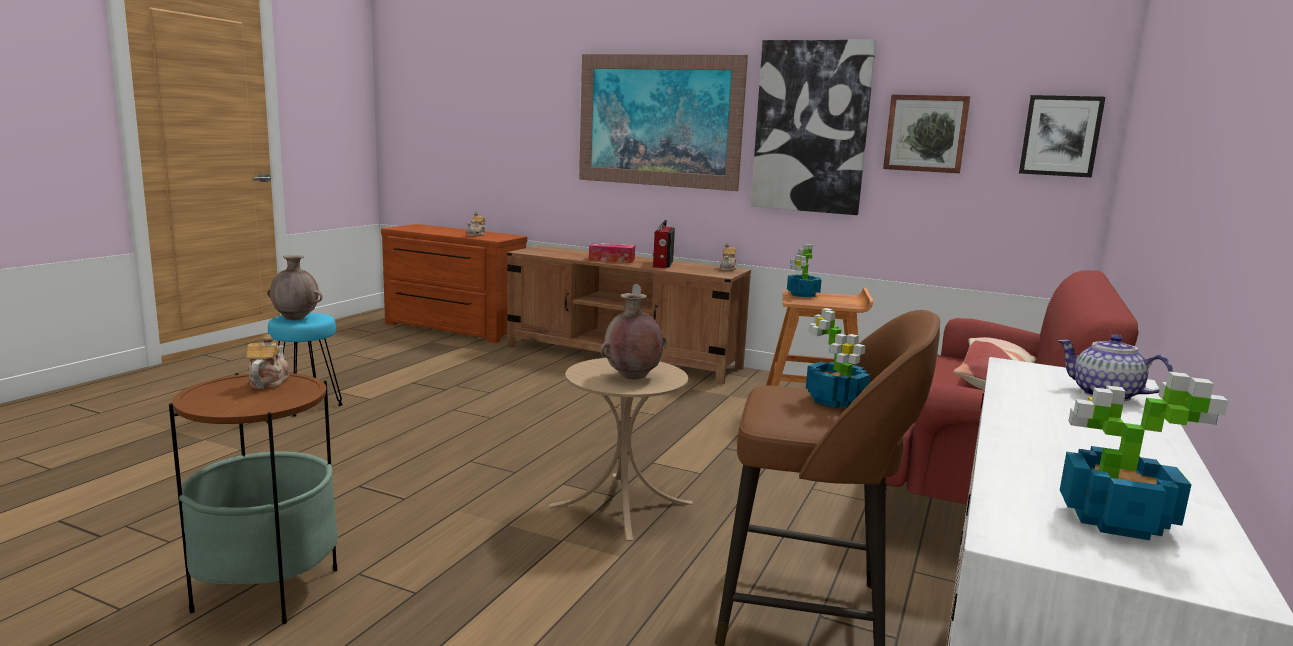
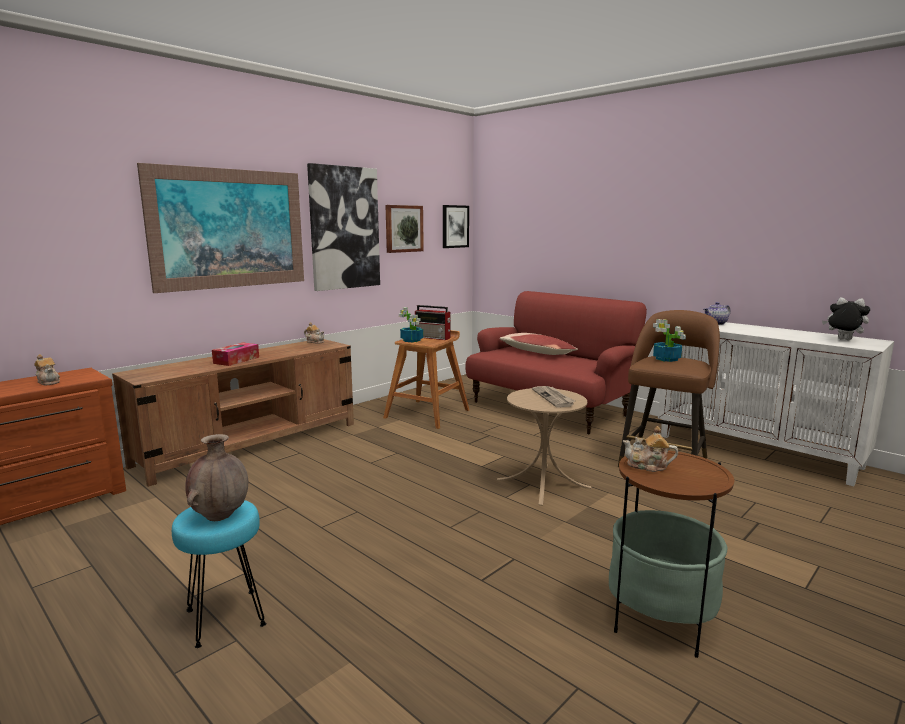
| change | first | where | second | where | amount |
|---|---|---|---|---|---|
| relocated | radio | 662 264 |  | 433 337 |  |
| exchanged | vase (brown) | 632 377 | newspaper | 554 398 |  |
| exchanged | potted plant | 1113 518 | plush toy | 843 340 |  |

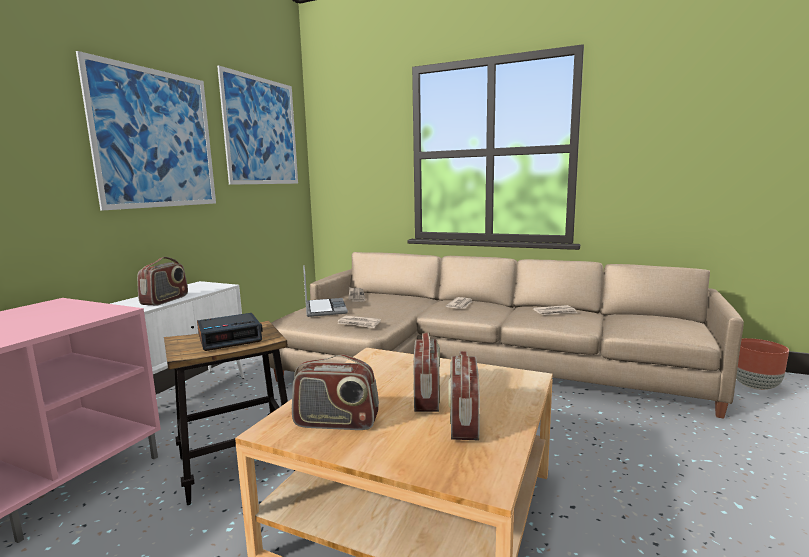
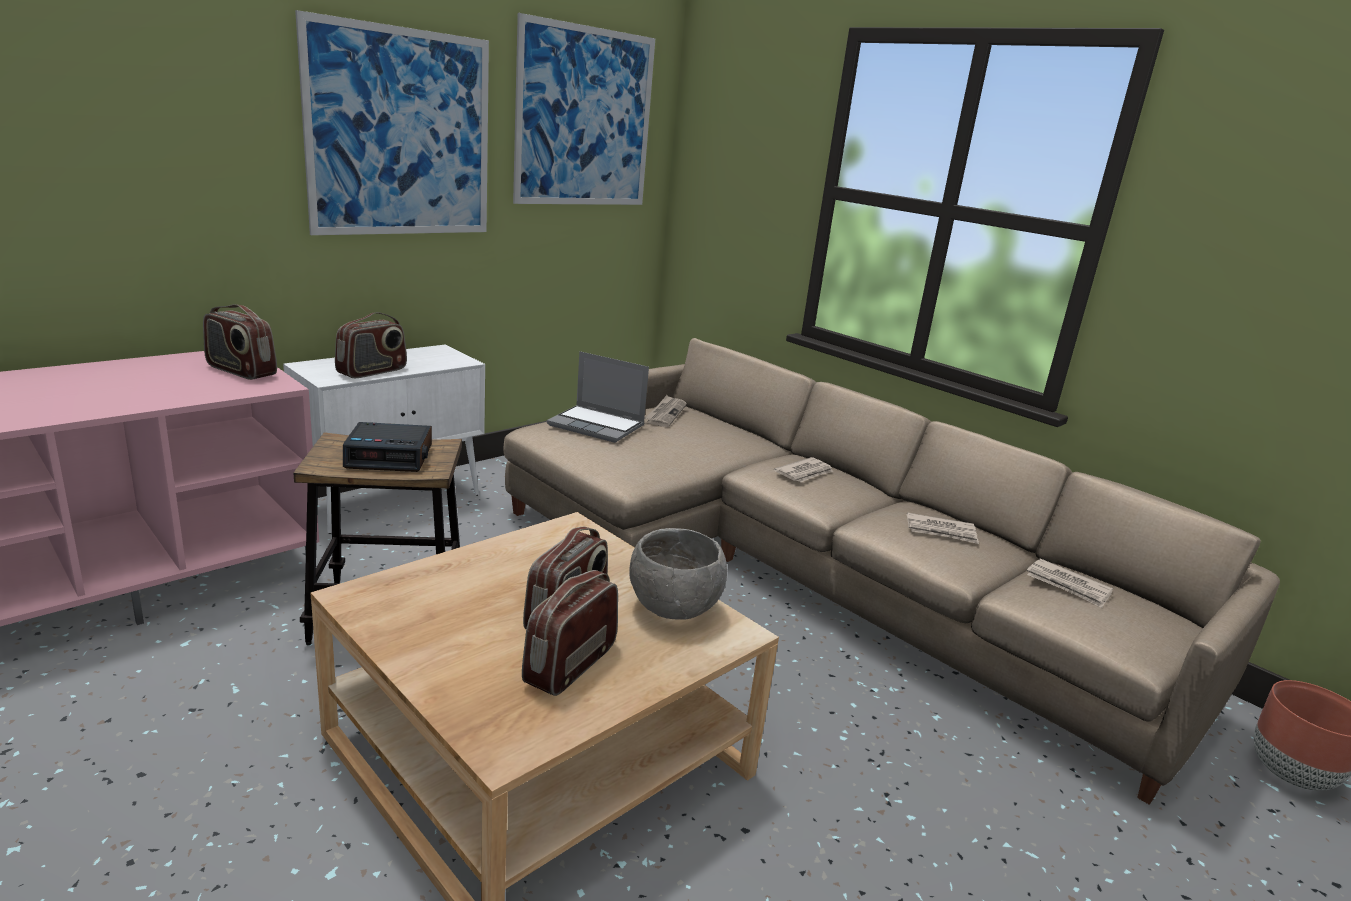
| change | first | where | second | where | amount |
|---|---|---|---|---|---|
| spun | laptop | 324 308 |  | 598 426 | 105 degrees clockwise |
| relocated | newspaper | 359 323 |  | 1068 586 |  |
| relocated | radio | 336 422 |  | 241 371 |  |
| appeared |  |  | bowl (grey) | 672 608 |  |

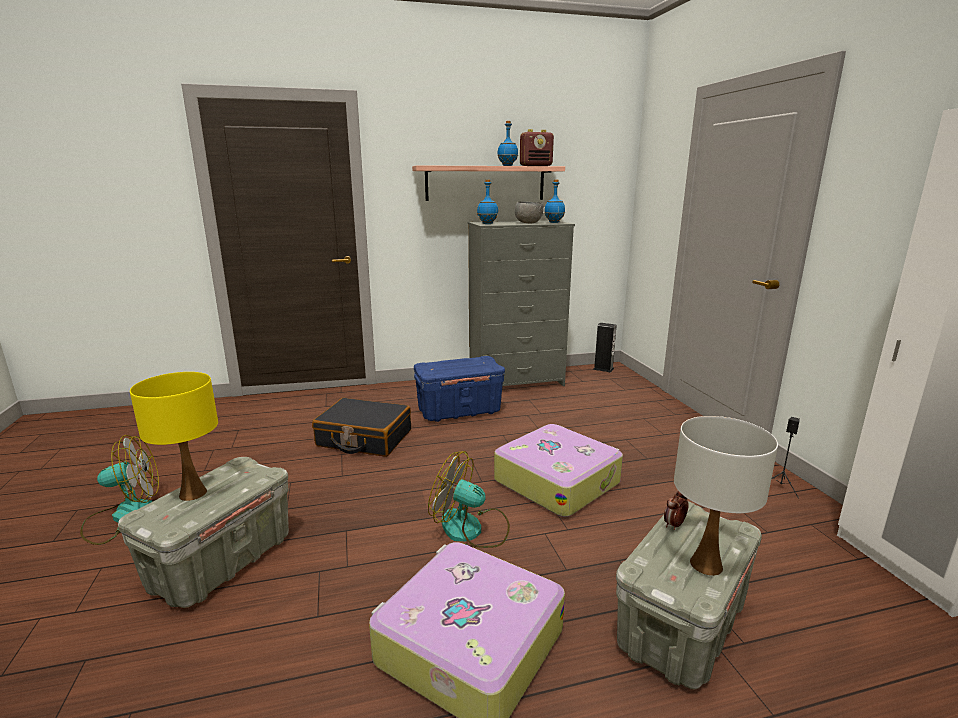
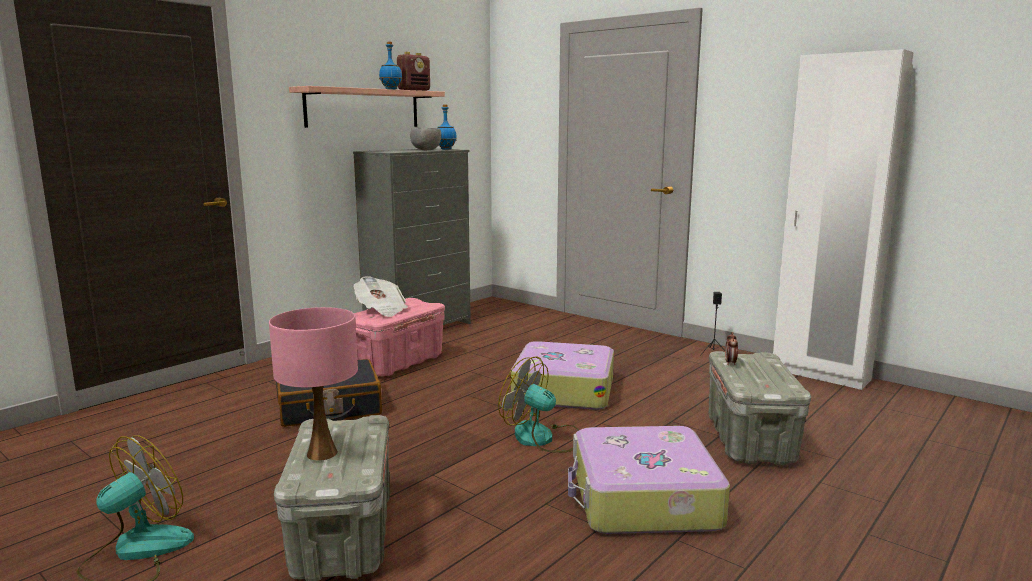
| change | first | where | second | where | amount |
|---|---|---|---|---|---|
| missing | bottle (blue) | 487 224 |  |  |  |
| missing | speaker | 603 369 |  |  |  |
| colour | storage box (blue) | 459 411 | storage box (pink) | 397 363 |  |
| colour | table lamp (yellow) | 192 493 | table lamp (pink) | 321 453 |  |
| missing | table lamp (white) | 705 564 |  |  |  |
| spun | fan | 471 529 |  | 542 438 | 45 degrees clockwise |
| appeared |  |  | newspaper | 381 310 |  |

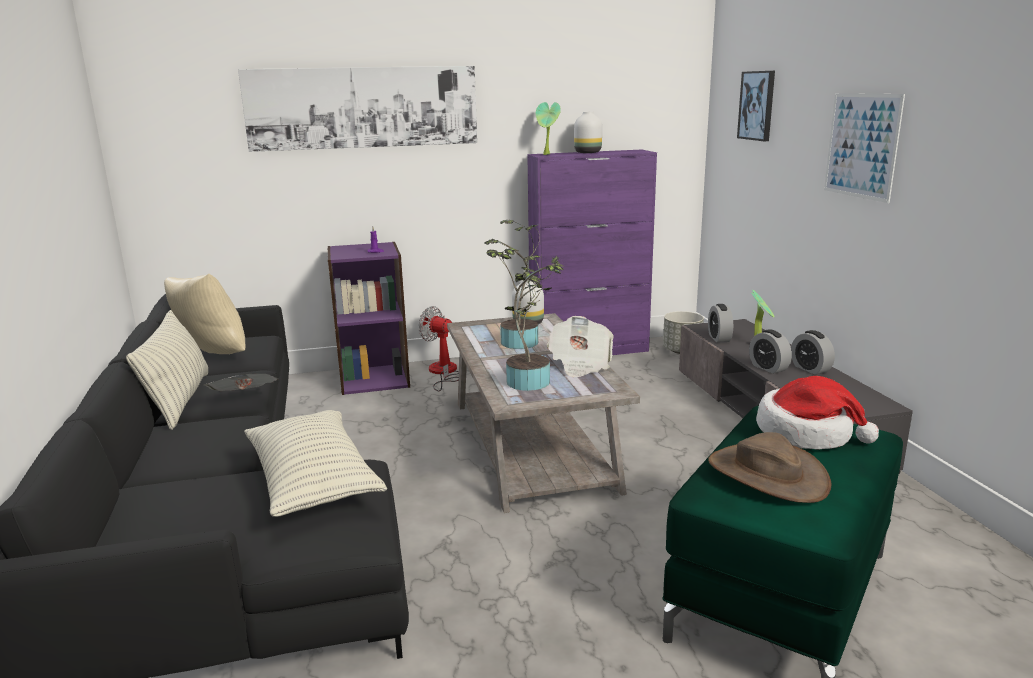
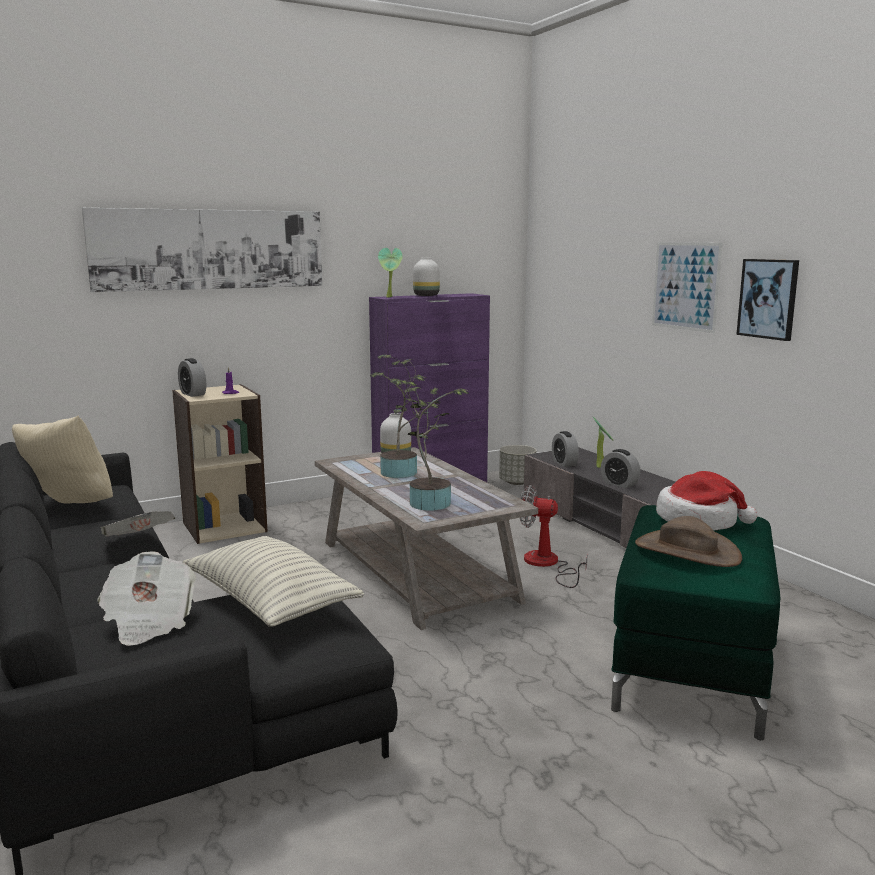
| change | first | where | second | where | amount |
|---|---|---|---|---|---|
| relocated | picture | 757 105 |  | 768 298 |  |
| colour | bookcase (purple) | 374 379 | bookcase (beige) | 224 526 |  |
| relocated | fan | 443 373 |  | 547 564 |  |
| missing | pillow | 179 400 |  |  |  |
| relocated | newspaper | 580 364 |  | 149 621 |  |
| relocated | alarm clock | 810 369 |  | 193 394 |  |

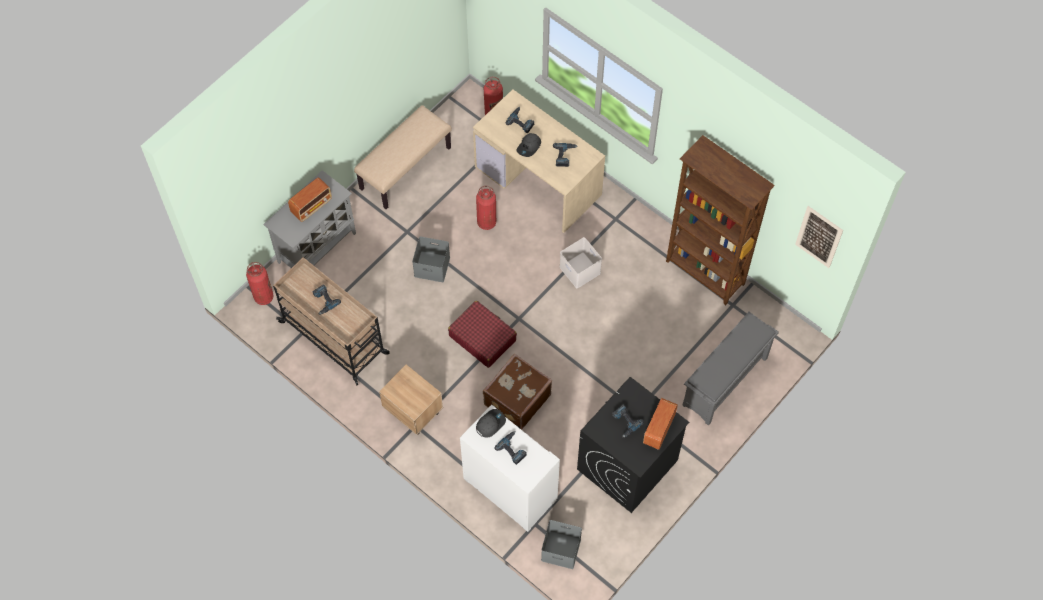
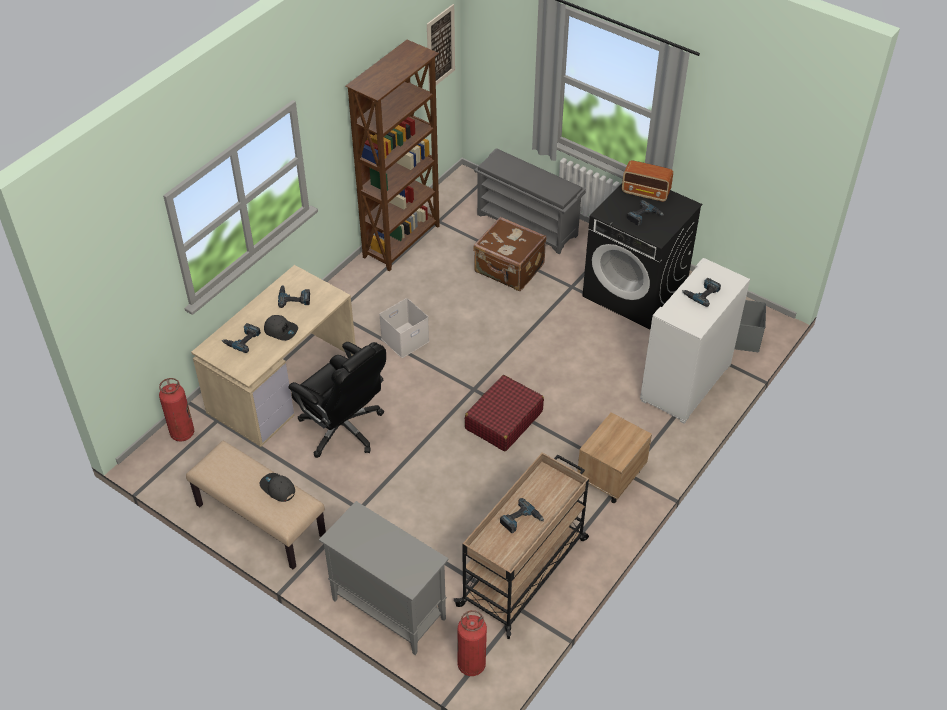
| change | first | where | second | where | amount |
|---|---|---|---|---|---|
| missing | radio | 312 206 |  |  |  |
| exchanged | fire extinguisher | 486 222 | office chair (black) | 343 428 |  |
| missing | storage box (grey) | 431 267 |  |  |  |
| relocated | suitcase (brown) | 516 399 |  | 509 269 |  |
| relocated | cap (grey) | 490 424 |  | 277 489 |  |

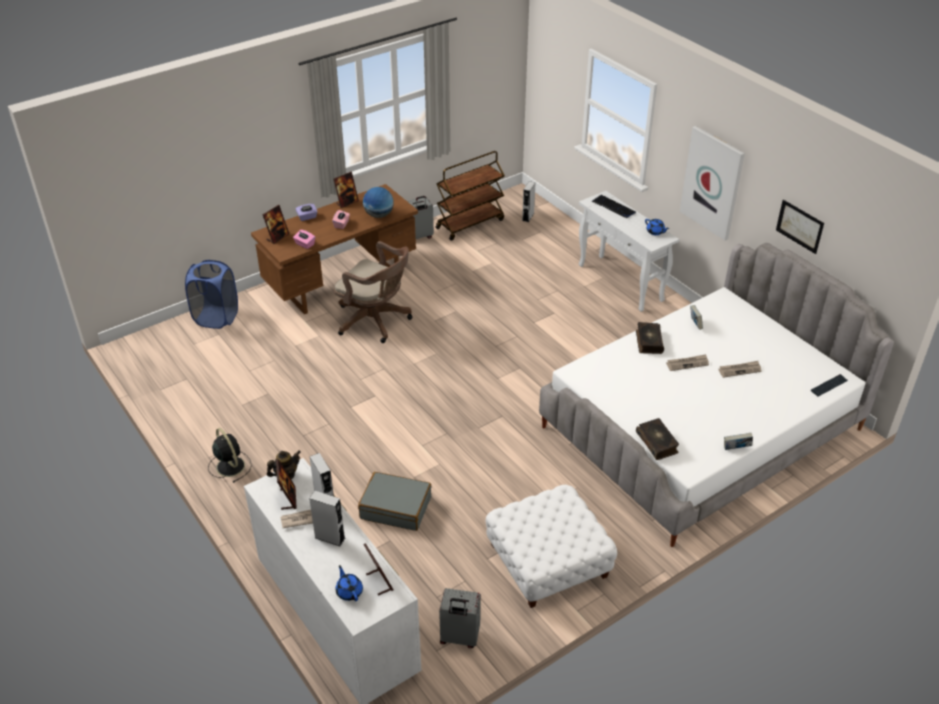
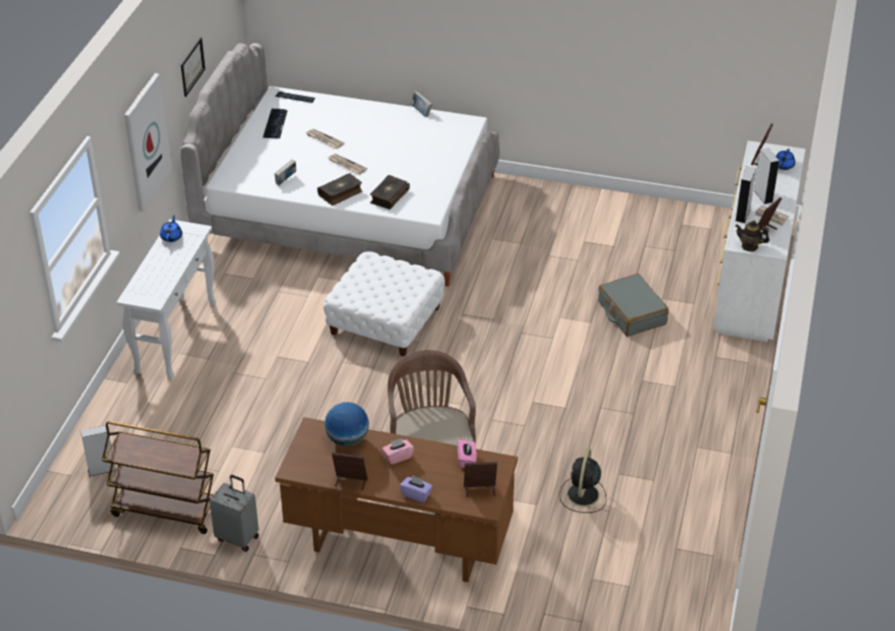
| change | first | where | second | where | amount |
|---|---|---|---|---|---|
| relocated | keyboard | 613 207 |  | 275 124 |  |
| missing | laundry basket (blue) | 216 317 |  |  |  |
| relocated | book | 657 443 |  | 389 197 |  |
| relocated | fan (black) | 230 465 |  | 582 495 |  |
| relocated | ottoman (white) | 548 561 |  | 386 320 |  |
| missing | suitcase (grey) | 459 638 |  |  |  |

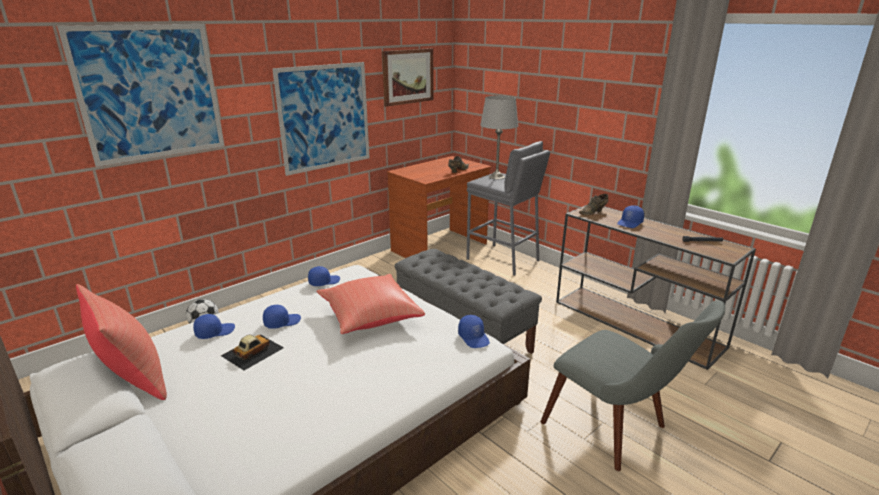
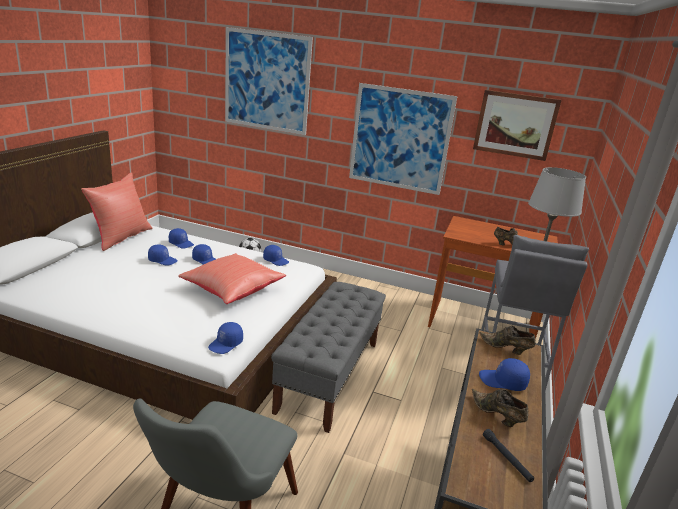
| change | first | where | second | where | amount |
|---|---|---|---|---|---|
| exchanged | toy car | 252 351 | cap (blue) | 163 260 |  |
| appeared |  |  | shoe (brown) | 497 416 |  |

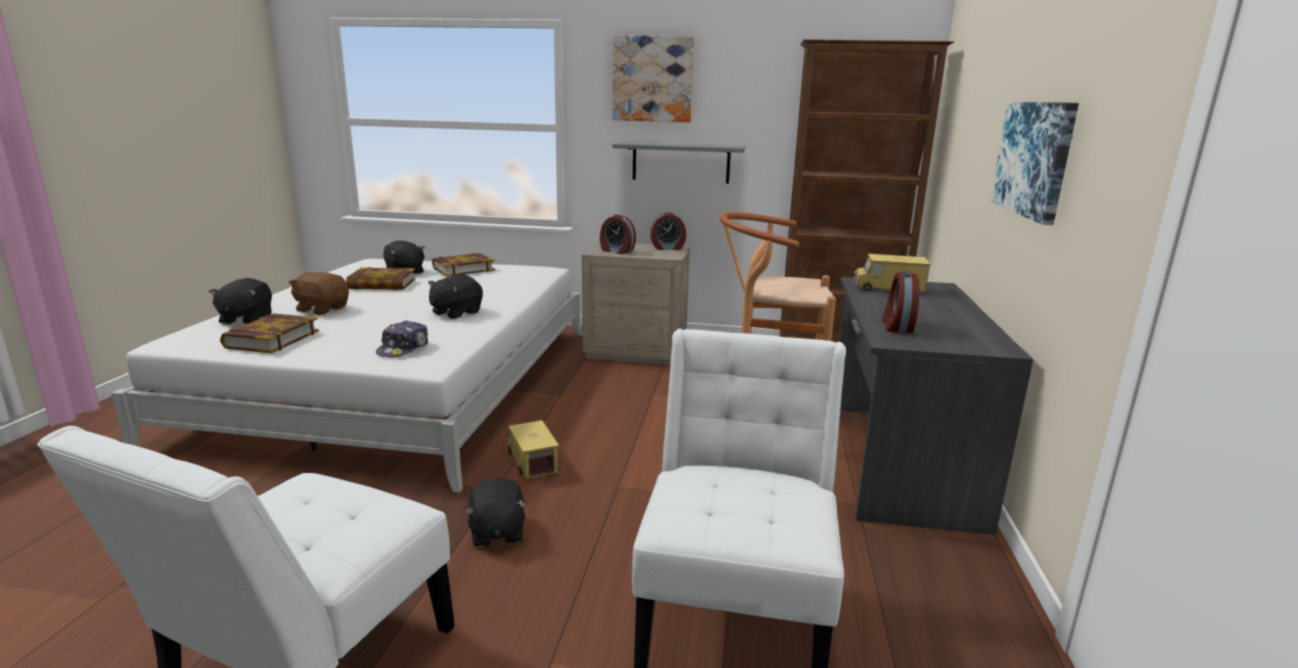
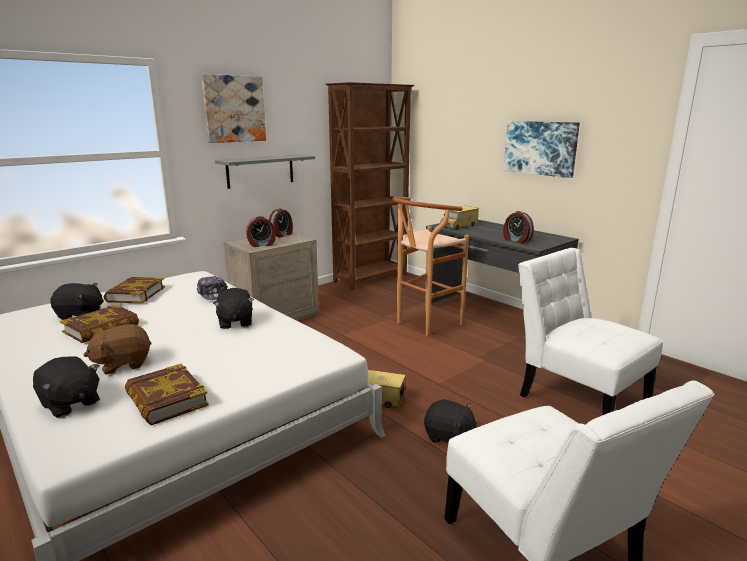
| change | first | where | second | where | amount |
|---|---|---|---|---|---|
| relocated | cap | 404 349 |  | 213 294 |  |

